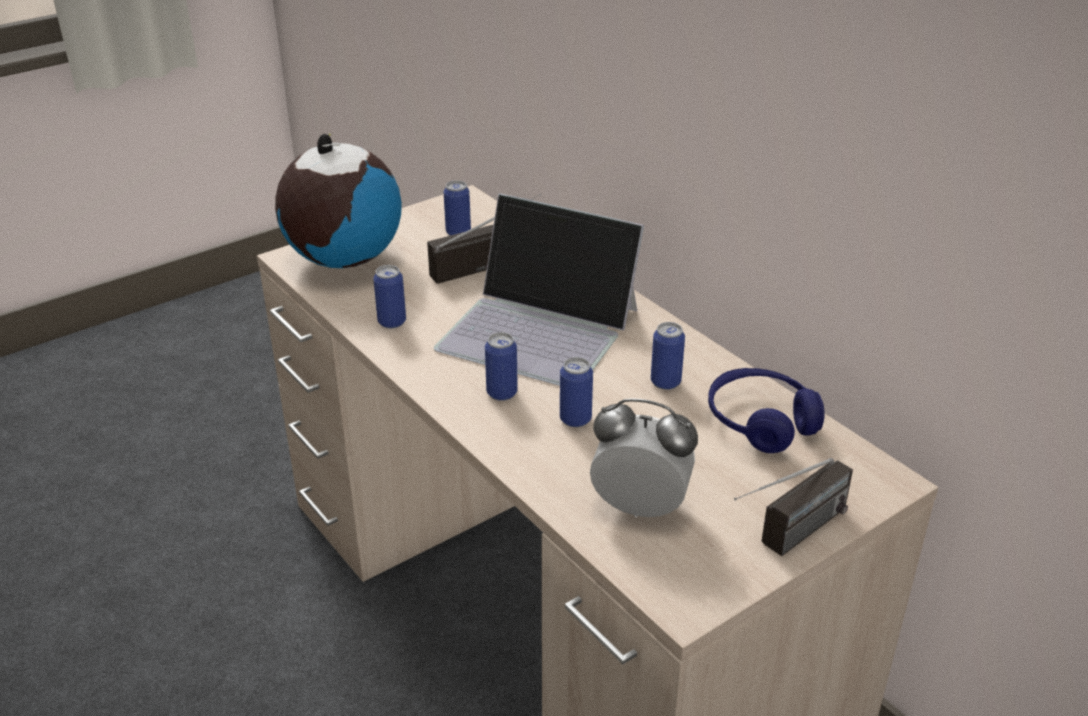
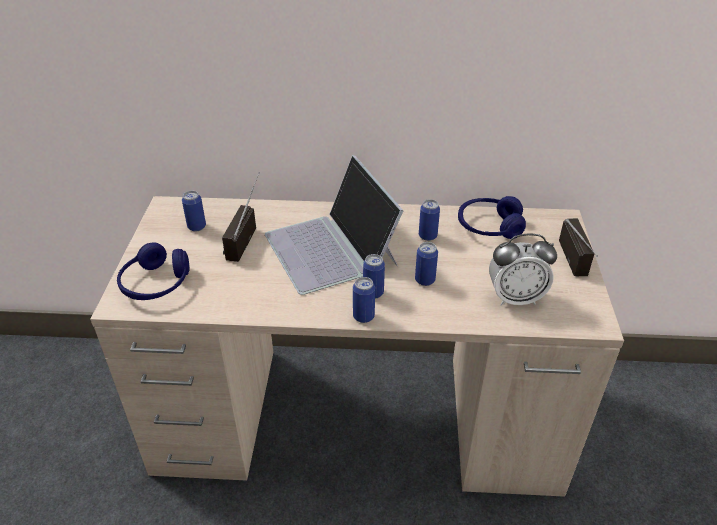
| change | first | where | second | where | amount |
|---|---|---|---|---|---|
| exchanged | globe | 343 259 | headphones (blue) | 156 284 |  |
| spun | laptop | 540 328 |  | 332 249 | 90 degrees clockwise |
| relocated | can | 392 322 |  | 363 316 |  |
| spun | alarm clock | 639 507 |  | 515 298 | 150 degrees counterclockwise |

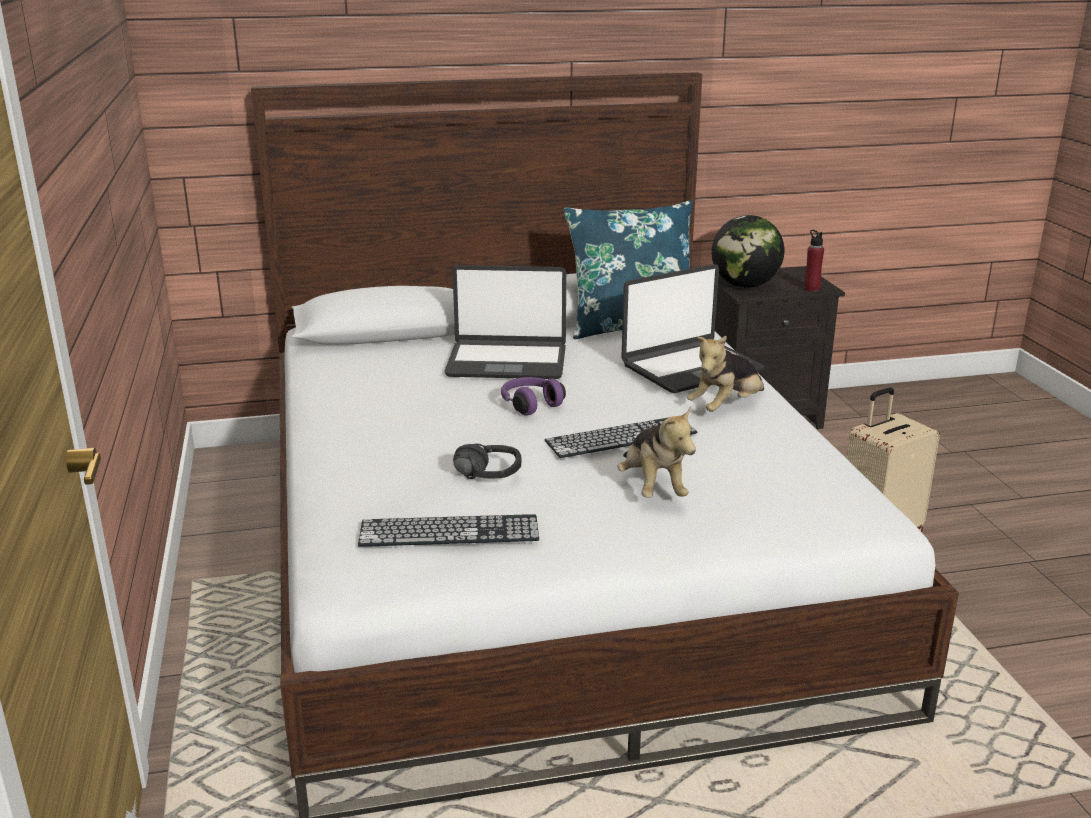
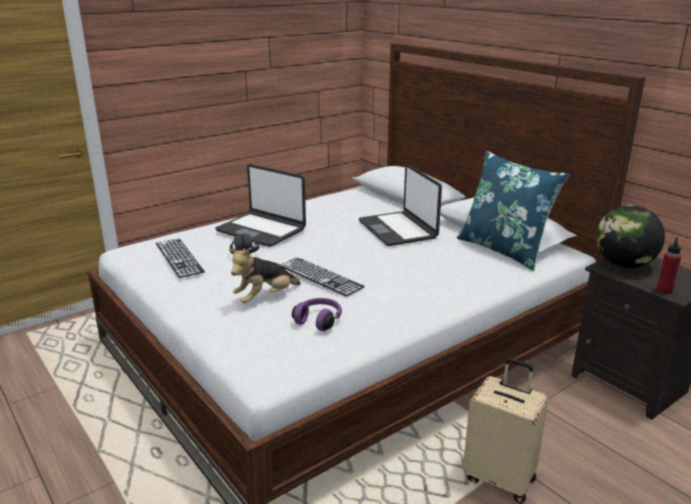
| change | first | where | second | where | amount |
|---|---|---|---|---|---|
| relocated | laptop | 691 368 |  | 261 230 |  |
| missing | plush toy | 726 407 |  |  |  |
| relocated | headphones (purple) | 530 404 |  | 319 320 |  |

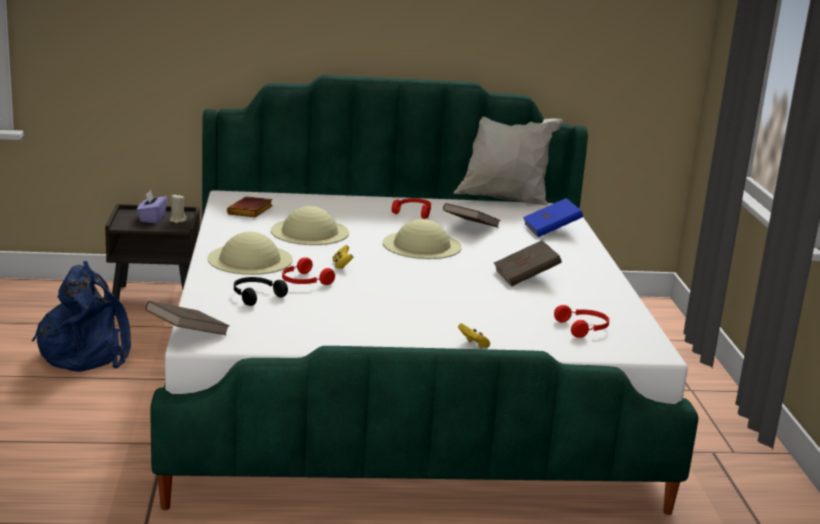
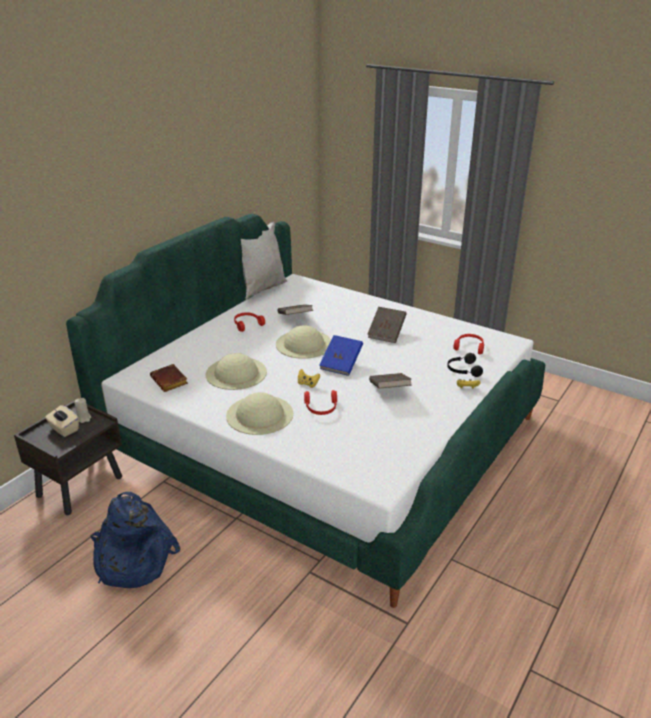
| change | first | where | second | where | amount |
|---|---|---|---|---|---|
| colour | tissue box (purple) | 152 218 | tissue box (beige) | 64 429 |  |
| relocated | book (blue) | 551 230 |  | 341 364 |  |
| relocated | headphones (black) | 255 296 |  | 463 370 |  |
| relocated | book (brown) | 187 334 |  | 389 390 |  |

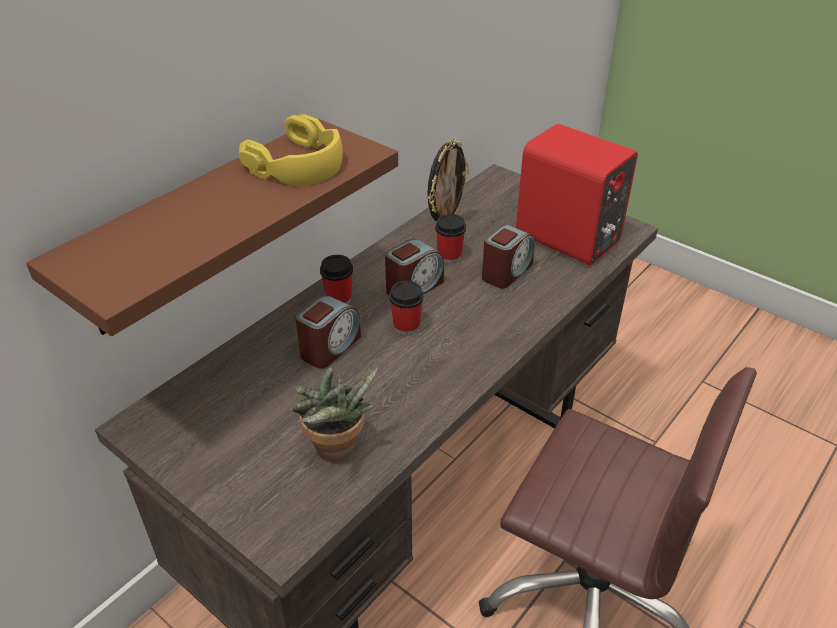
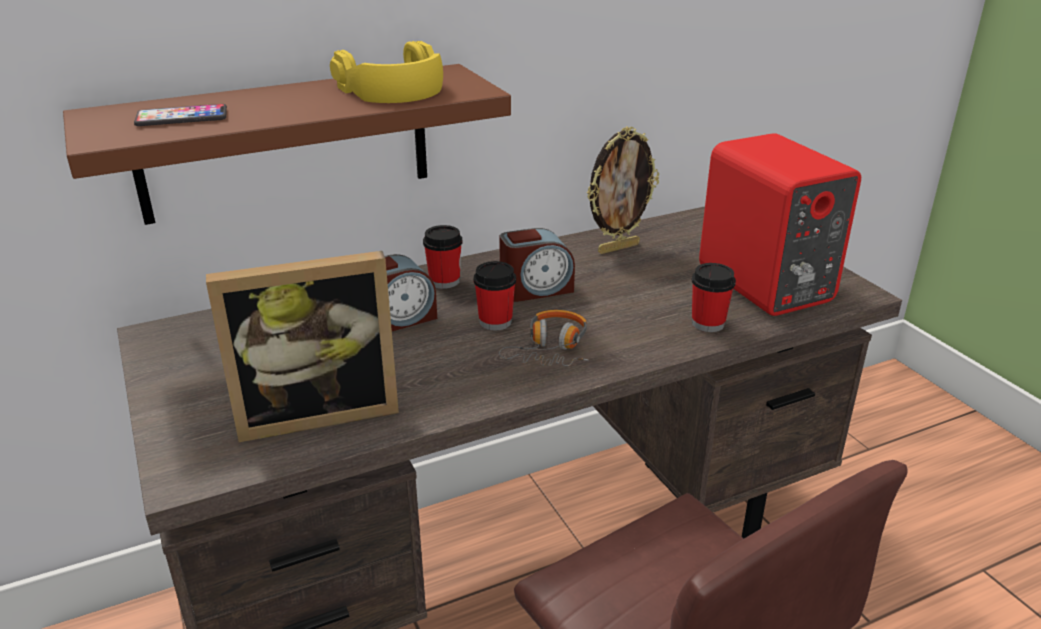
| change | first | where | second | where | amount |
|---|---|---|---|---|---|
| relocated | cup | 449 256 |  | 708 323 |  |
| missing | alarm clock | 506 272 |  |  |  |
| exchanged | potted plant | 337 451 | picture frame | 317 411 |  |
| appeared |  |  | phone | 182 117 |  |
| appeared |  |  | headphones | 550 349 |  |

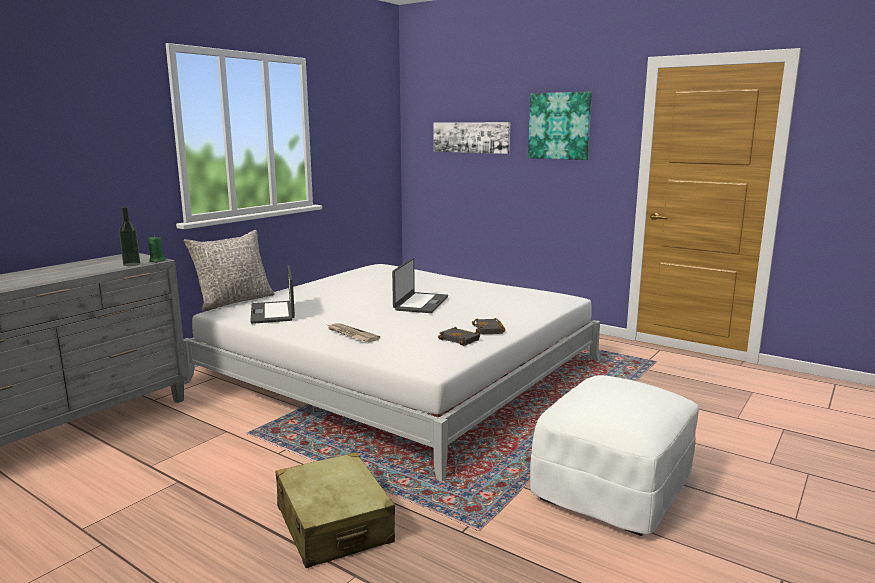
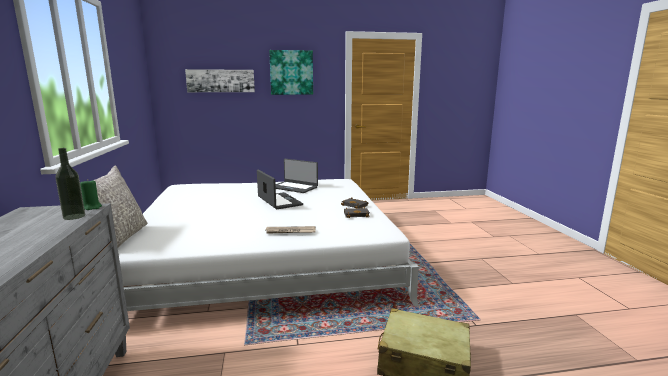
| change | first | where | second | where | amount |
|---|---|---|---|---|---|
| relocated | laptop | 273 312 |  | 294 187 |  |
| missing | ottoman (white) | 613 488 |  |  |  |

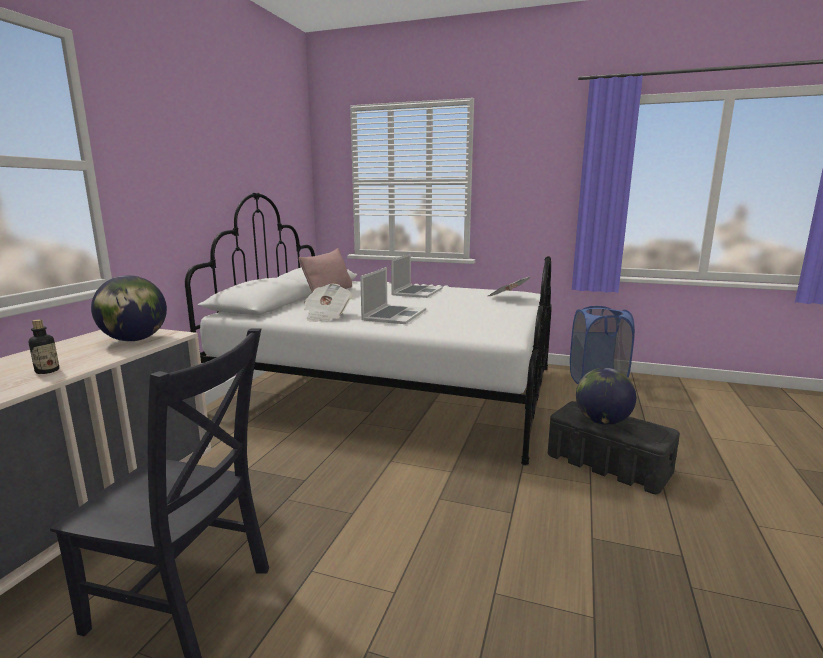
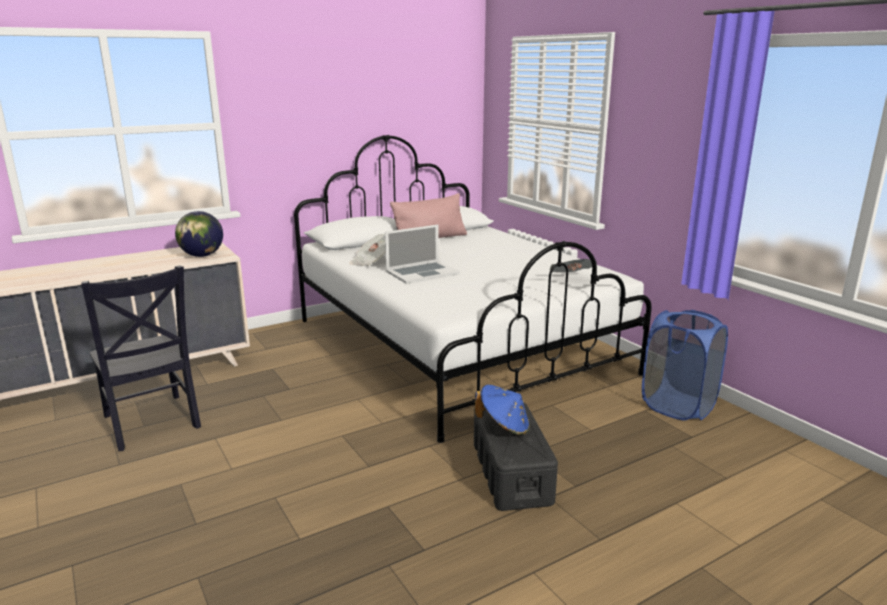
| change | first | where | second | where | amount |
|---|---|---|---|---|---|
| missing | laptop | 417 291 |  |  |  |
| missing | bottle | 47 371 |  |  |  |
| exchanged | globe | 602 421 | hat (blue) | 503 426 |  |

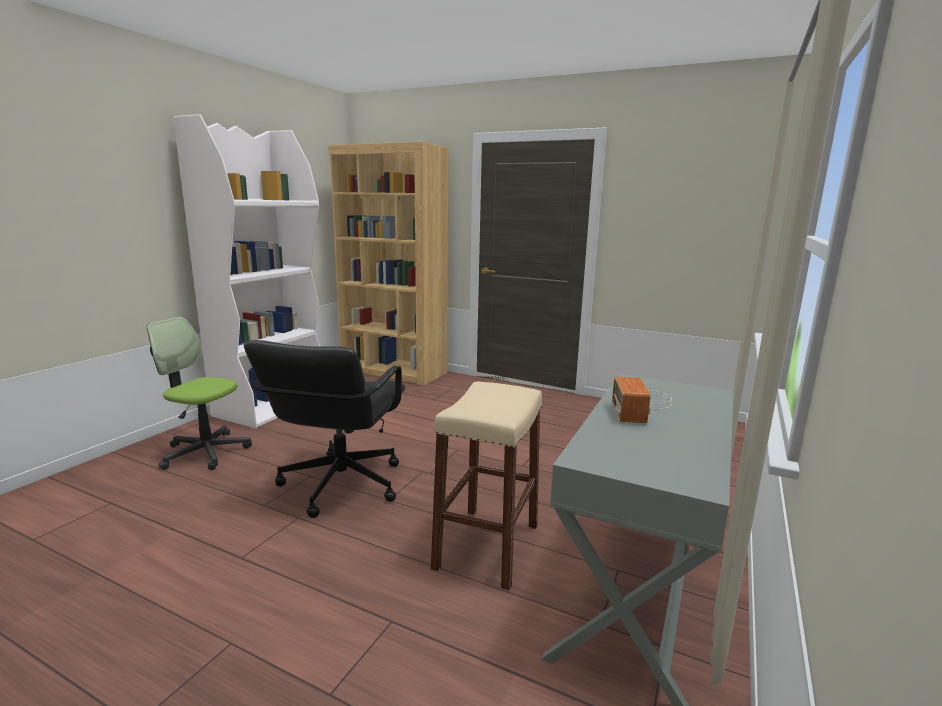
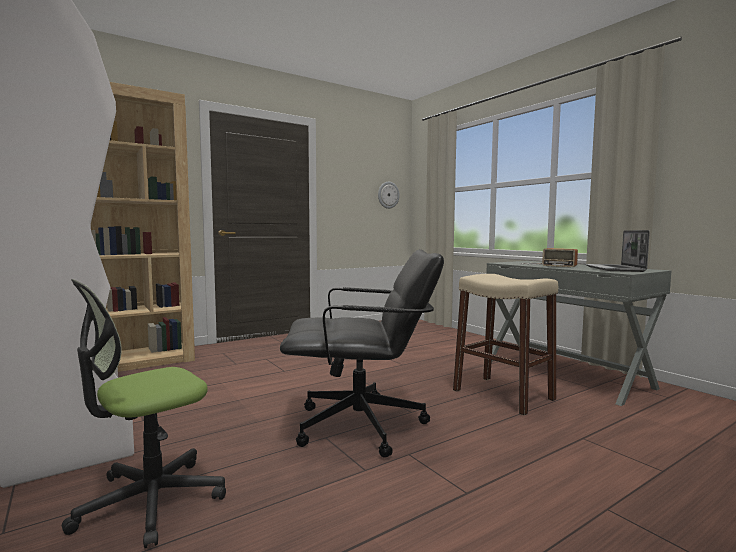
| change | first | where | second | where | amount |
|---|---|---|---|---|---|
| spun | office chair (black) | 340 484 |  | 361 426 | 45 degrees counterclockwise |
| appeared |  |  | wall clock | 388 195 |  |
| appeared |  |  | laptop | 615 269 |  |

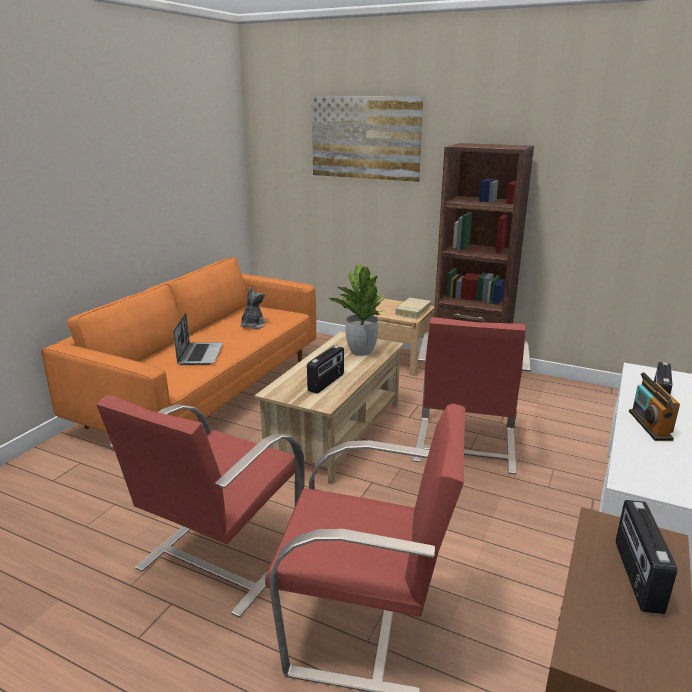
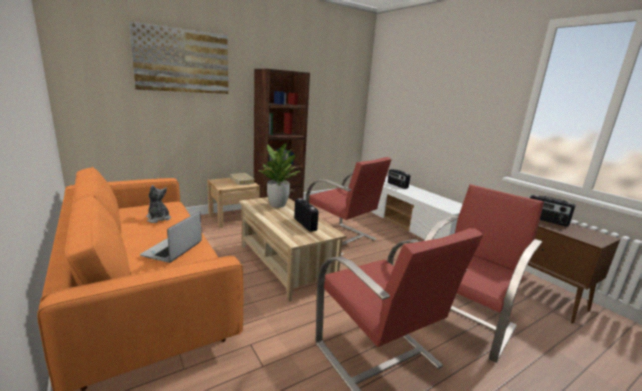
| change | first | where | second | where | amount |
|---|---|---|---|---|---|
| spun | laptop | 200 354 |  | 172 249 | 105 degrees counterclockwise |
| missing | radio | 649 425 |  |  |  |

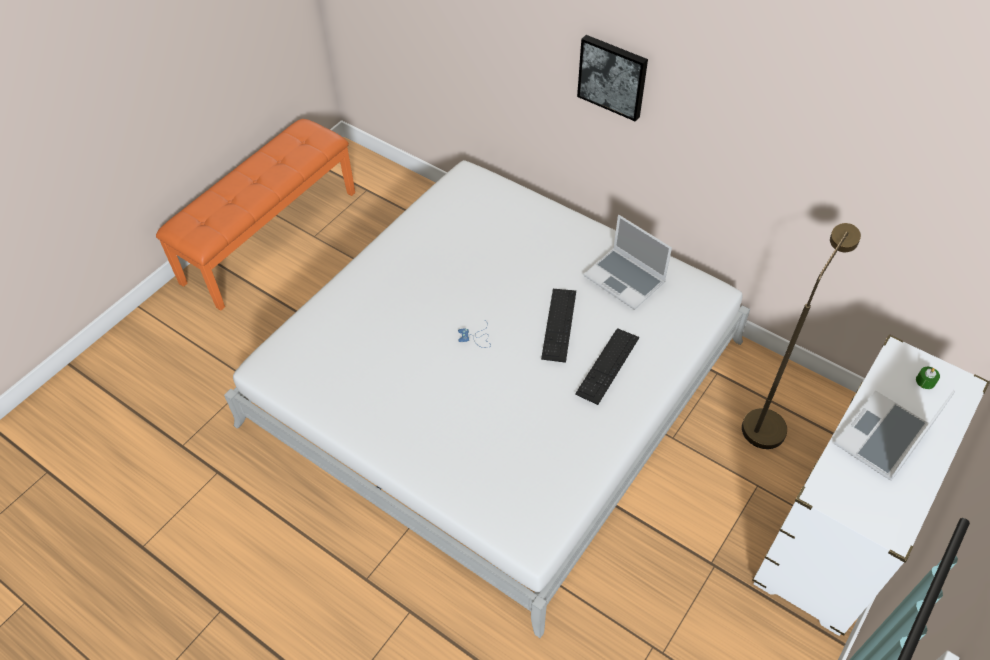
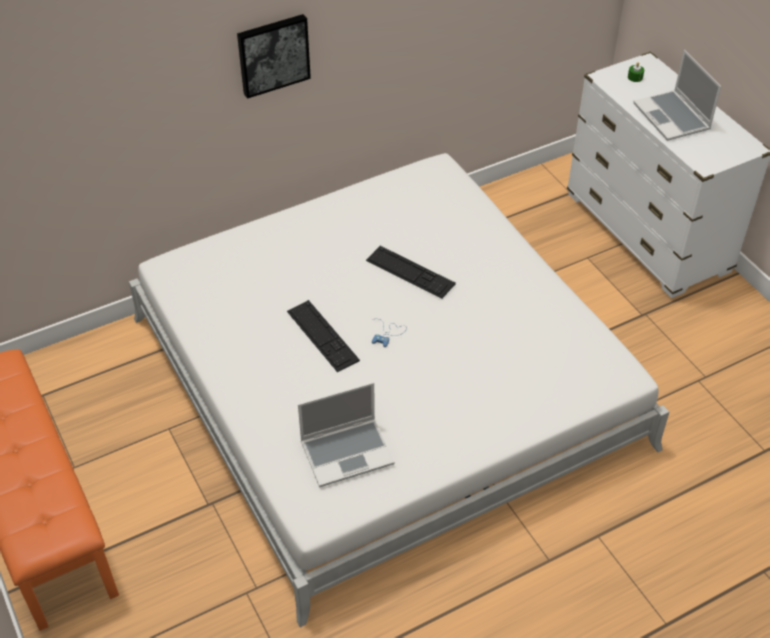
| change | first | where | second | where | amount |
|---|---|---|---|---|---|
| relocated | laptop | 625 279 |  | 347 452 |  |
| missing | floor lamp (brown) | 767 420 |  |  |  |
| relocated | keyboard | 607 365 |  | 322 335 |  |

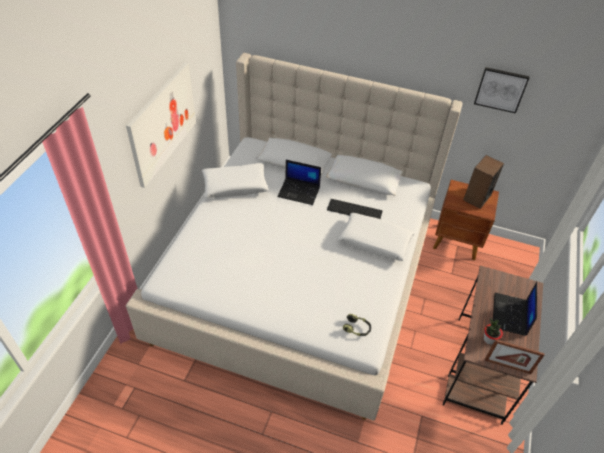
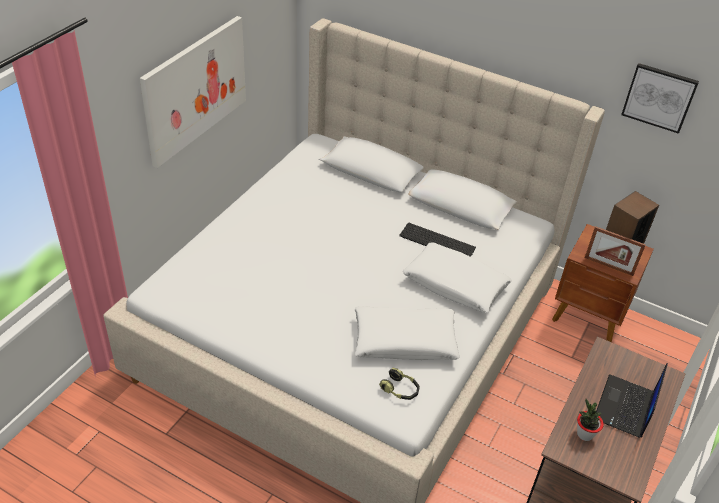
| change | first | where | second | where | amount |
|---|---|---|---|---|---|
| missing | laptop | 299 191 |  |  |  |
| relocated | pillow (white) | 235 185 |  | 404 340 |  |
| relocated | picture frame | 507 366 |  | 608 266 |  |

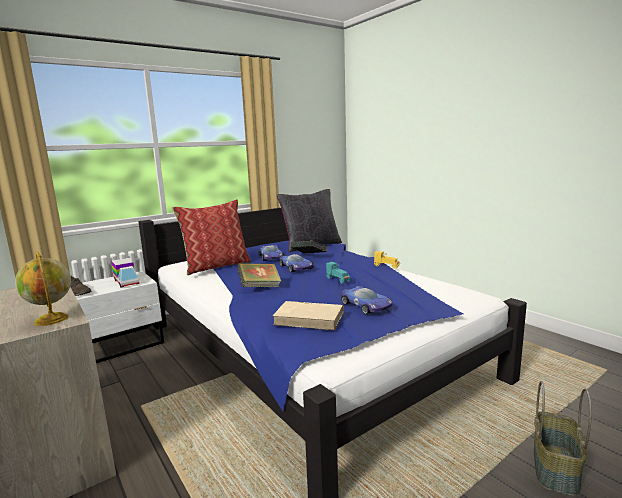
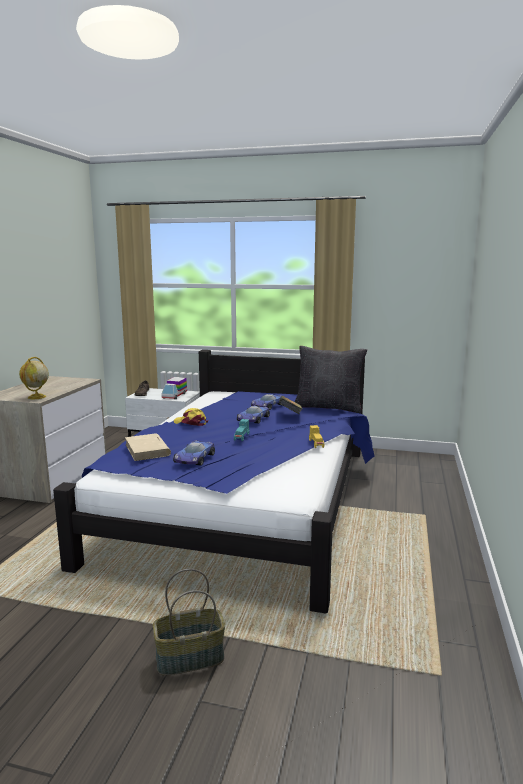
| change | first | where | second | where | amount |
|---|---|---|---|---|---|
| missing | pillow | 216 266 |  |  |  |
| exchanged | book | 260 287 | cap (yellow) | 191 423 |  |

